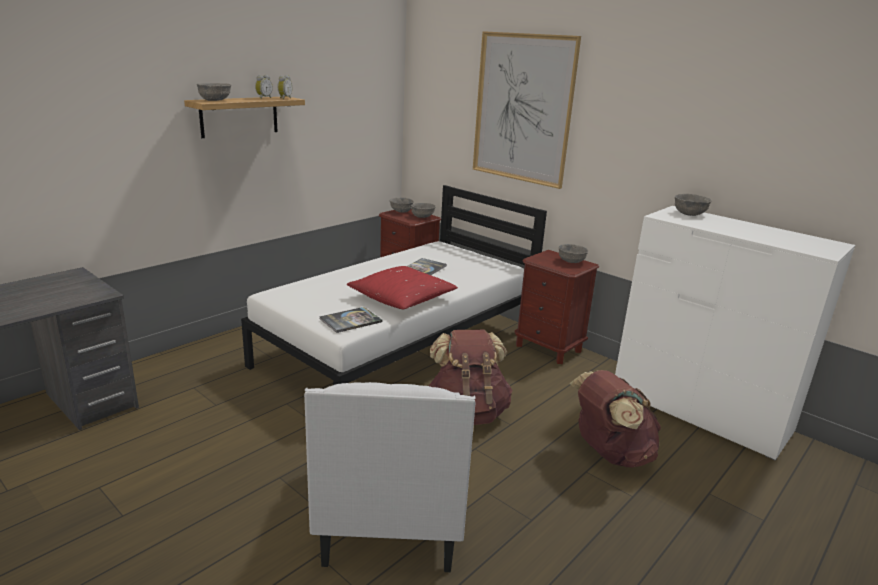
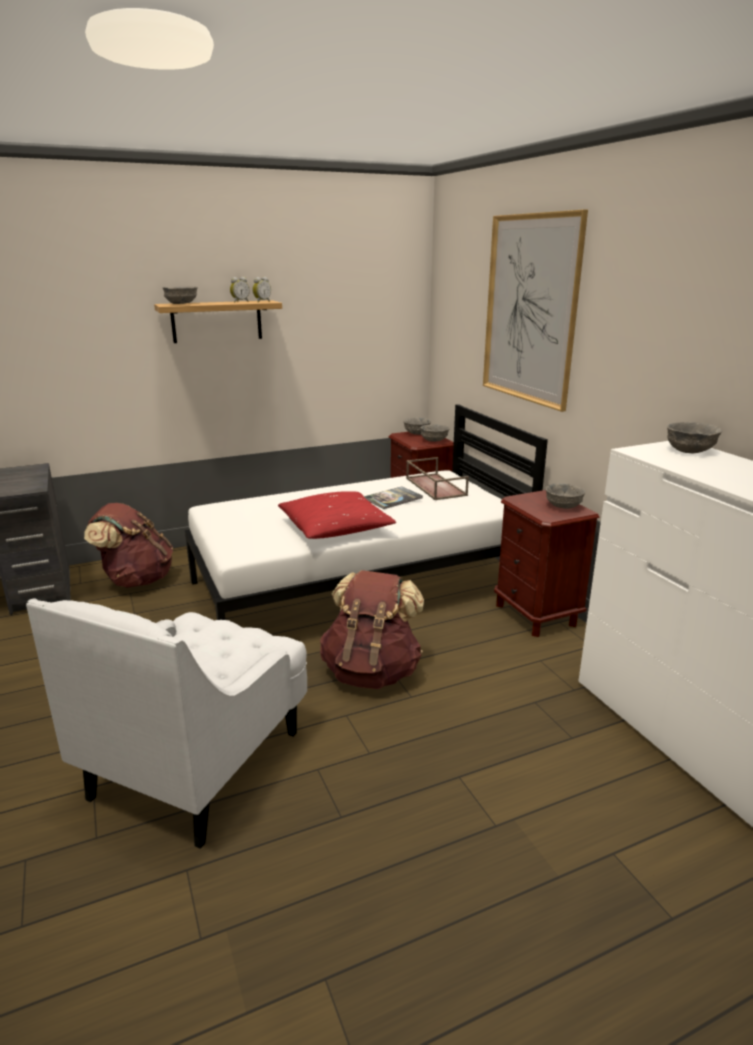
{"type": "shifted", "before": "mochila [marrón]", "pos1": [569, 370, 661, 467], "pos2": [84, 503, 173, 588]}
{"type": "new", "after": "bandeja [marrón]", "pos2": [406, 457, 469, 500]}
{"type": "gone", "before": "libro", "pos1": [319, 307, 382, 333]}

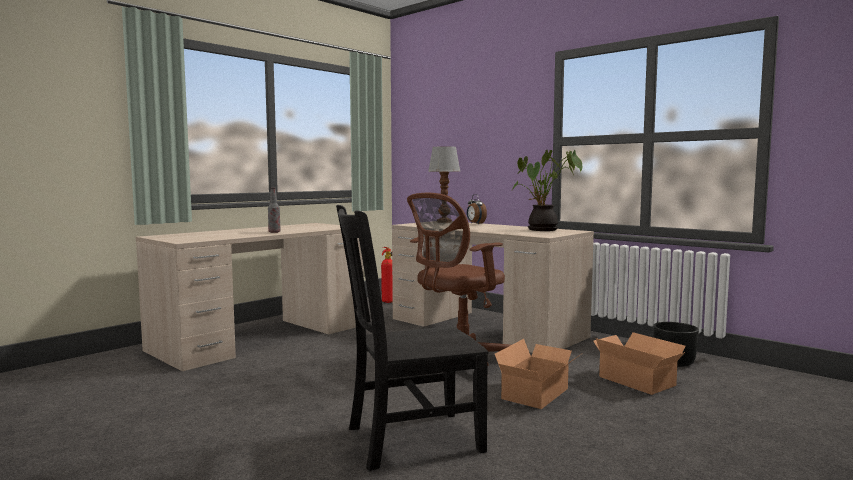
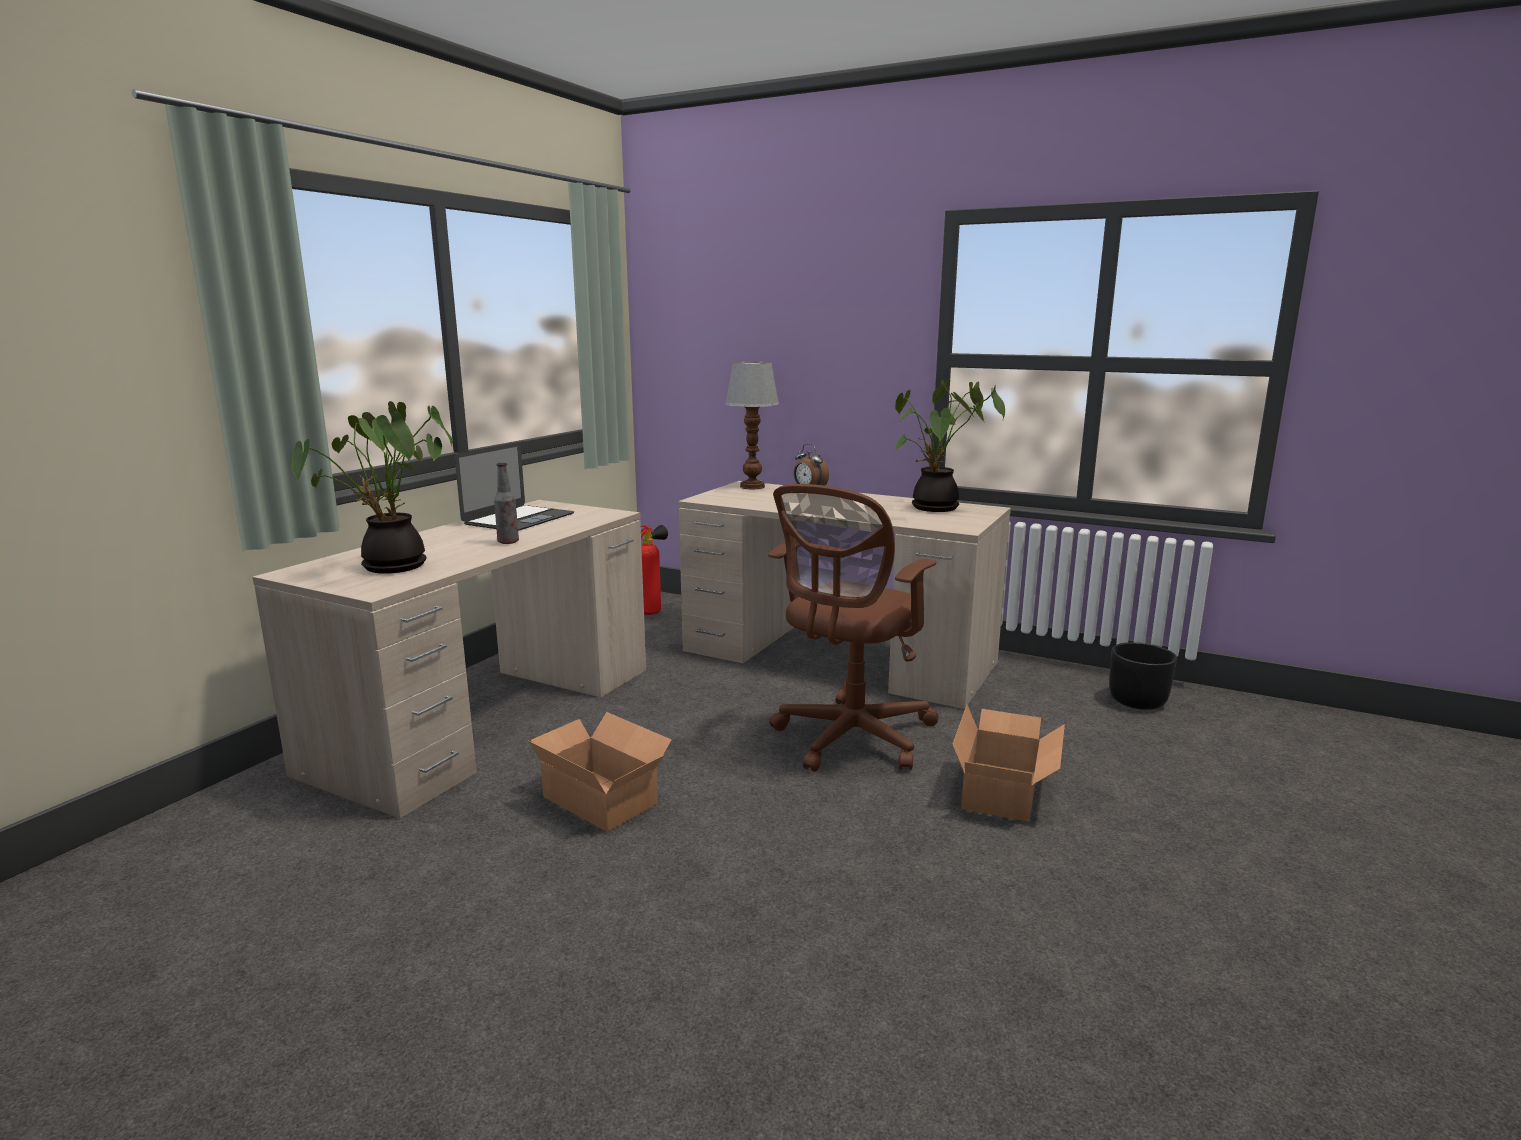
{"type": "new", "after": "planta en maceta", "pos2": [292, 401, 453, 574]}
{"type": "new", "after": "portátil", "pos2": [455, 442, 574, 531]}
{"type": "shifted", "before": "caja de cartón", "pos1": [593, 332, 686, 395], "pos2": [528, 712, 672, 832]}
{"type": "gone", "before": "silla [negro]", "pos1": [336, 205, 489, 471]}

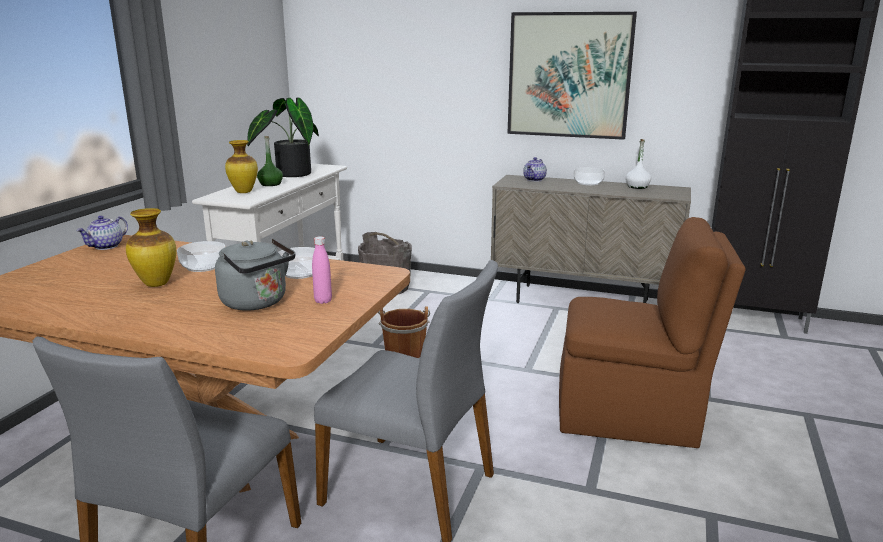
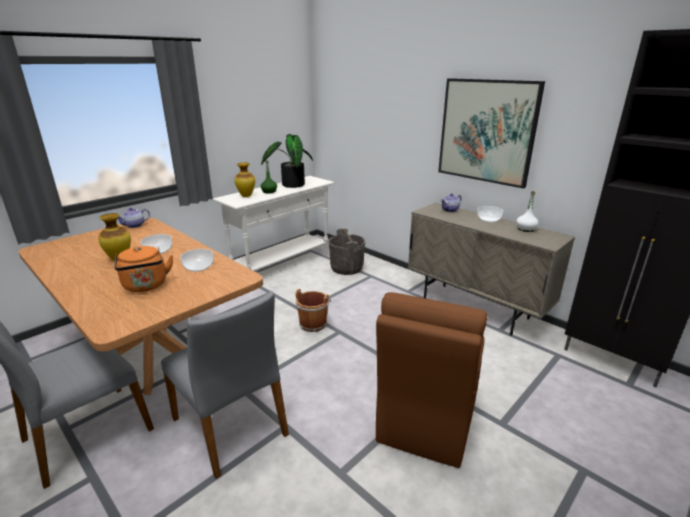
{"type": "repainted", "before": "hervidor [gris]", "after": "hervidor [naranja]", "pos1": [215, 238, 295, 311], "pos2": [114, 246, 173, 292]}
{"type": "rotated", "before": "silla [marrón]", "pos1": [559, 217, 746, 448], "pos2": [376, 292, 487, 468], "turn": 75}
{"type": "gone", "before": "botella [rosa]", "pos1": [312, 236, 332, 304]}

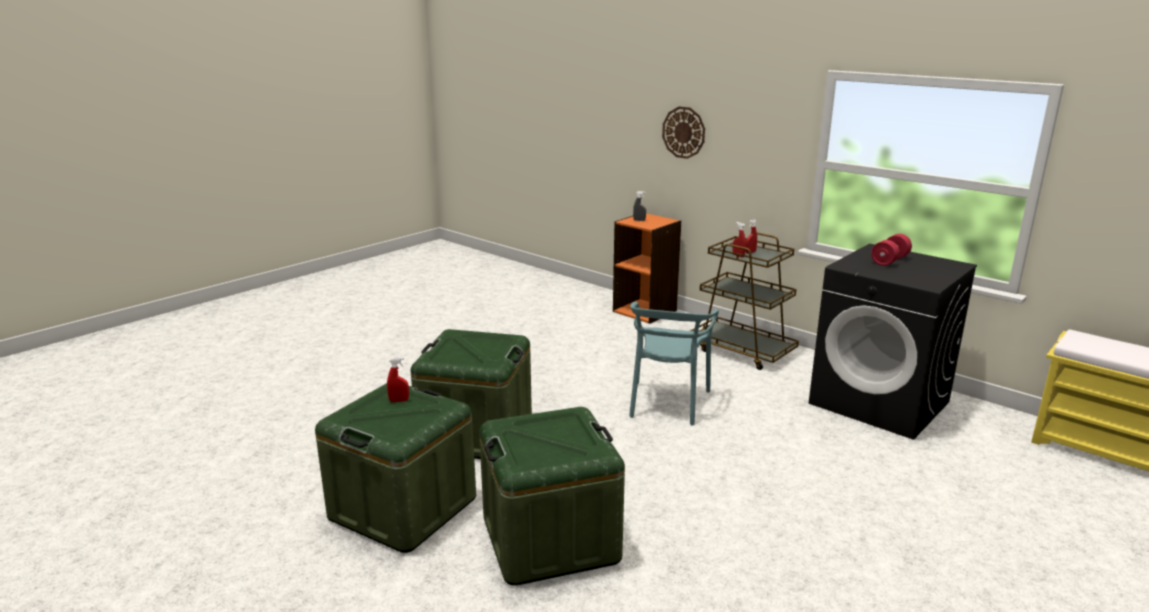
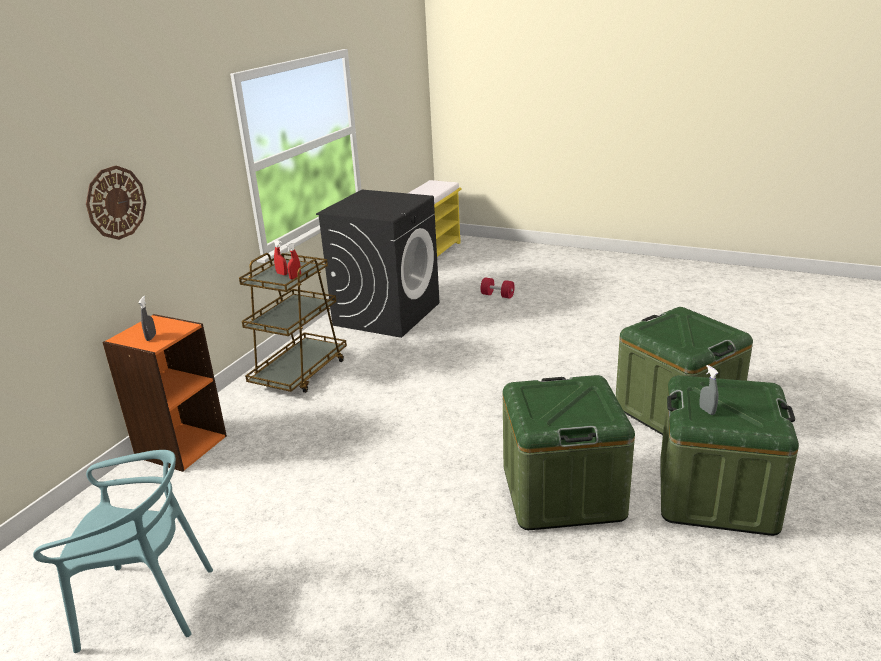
{"type": "shifted", "before": "silla [turquesa]", "pos1": [629, 302, 719, 425], "pos2": [33, 450, 213, 653]}
{"type": "shifted", "before": "mancuerna [rojo]", "pos1": [871, 234, 912, 266], "pos2": [480, 277, 515, 299]}
{"type": "repainted", "before": "pulverizador [rojo]", "after": "pulverizador [gris]", "pos1": [387, 357, 409, 402], "pos2": [699, 365, 718, 415]}

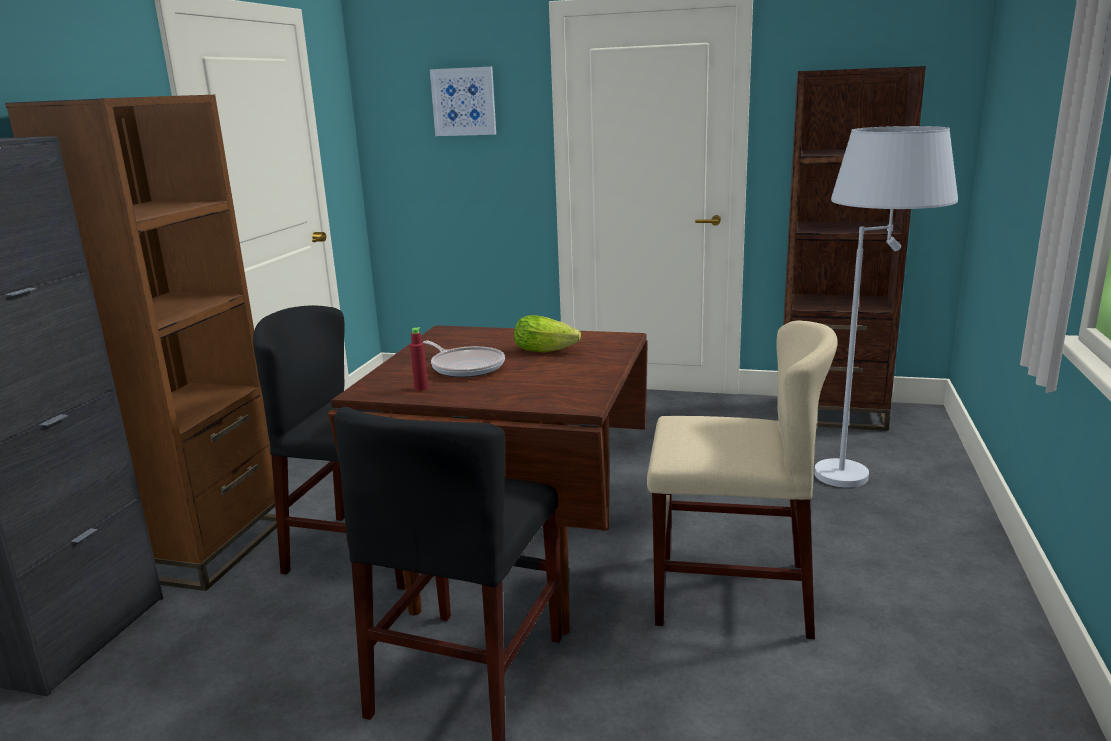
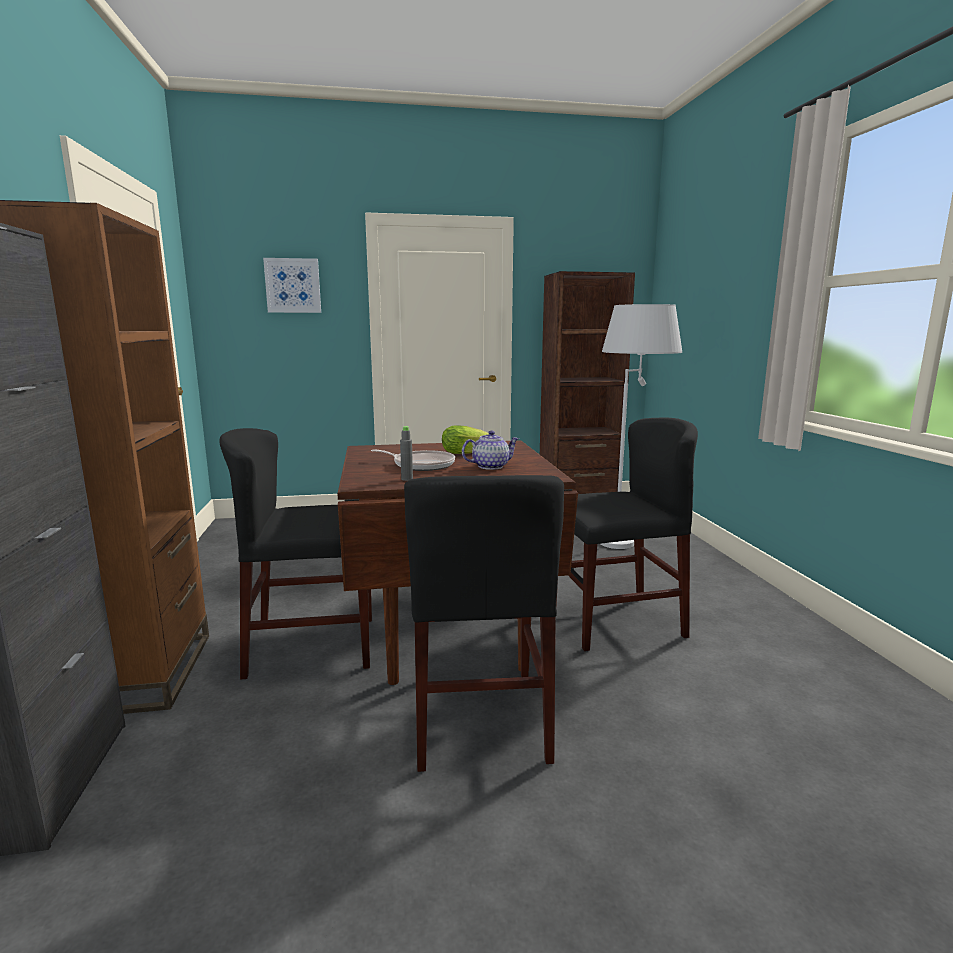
{"type": "repainted", "before": "botella [rojo]", "after": "botella [gris]", "pos1": [410, 327, 428, 391], "pos2": [400, 426, 413, 481]}
{"type": "new", "after": "tetera", "pos2": [462, 431, 519, 470]}
{"type": "repainted", "before": "silla [beis]", "after": "silla [negro]", "pos1": [647, 320, 838, 639], "pos2": [556, 417, 698, 651]}

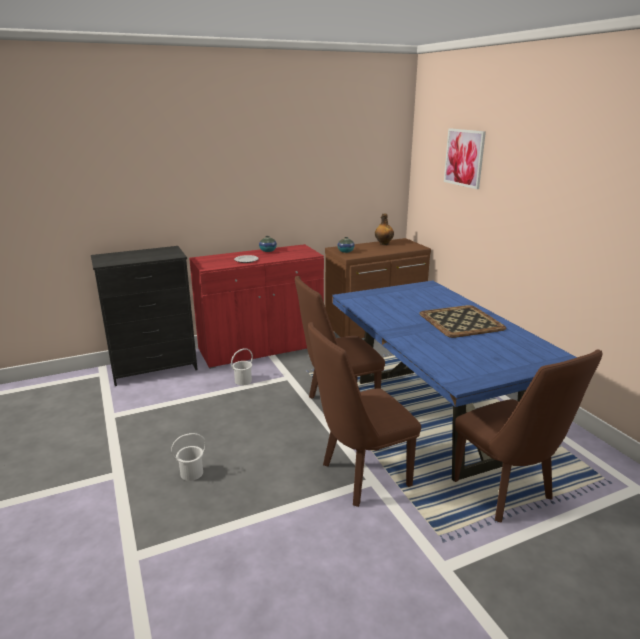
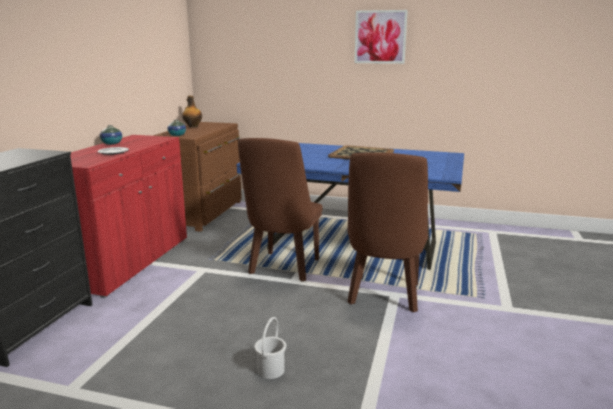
{"type": "shifted", "before": "cuadro", "pos1": [444, 128, 486, 189], "pos2": [354, 10, 408, 64]}
{"type": "gone", "before": "cubo [blanco]", "pos1": [231, 348, 253, 386]}
{"type": "gone", "before": "silla [marrón]", "pos1": [454, 350, 602, 523]}

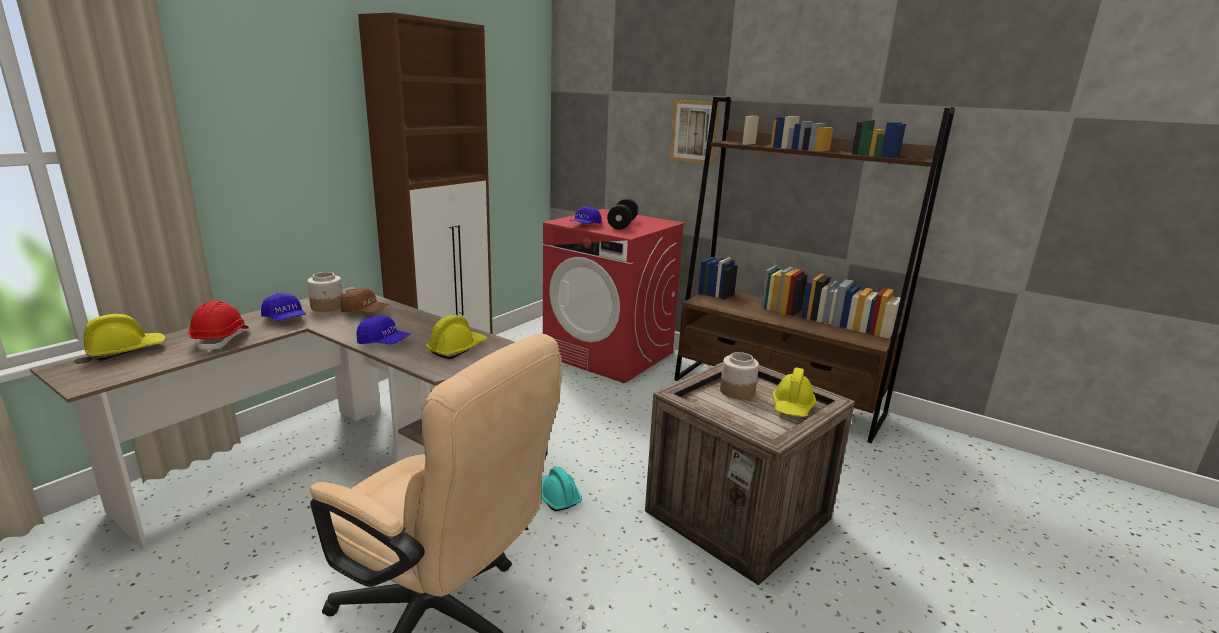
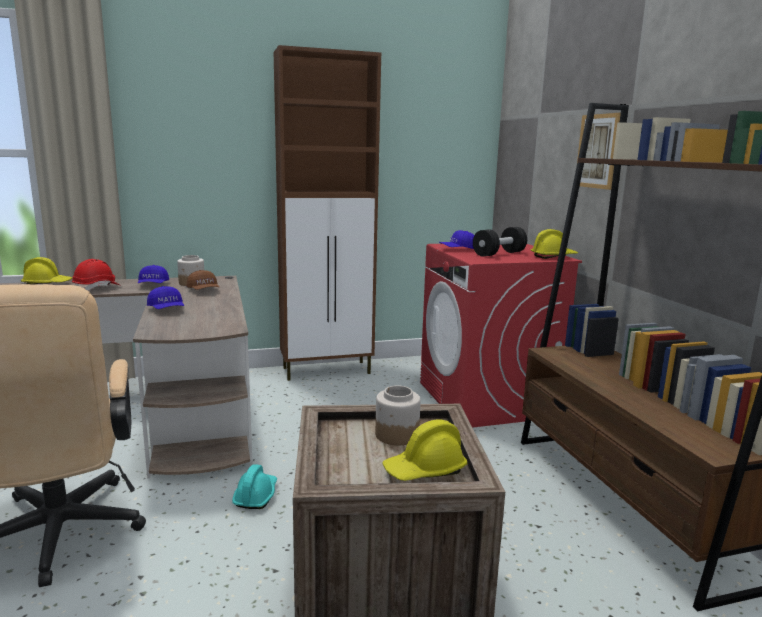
{"type": "shifted", "before": "casco [amarillo]", "pos1": [426, 315, 487, 359], "pos2": [531, 229, 578, 259]}

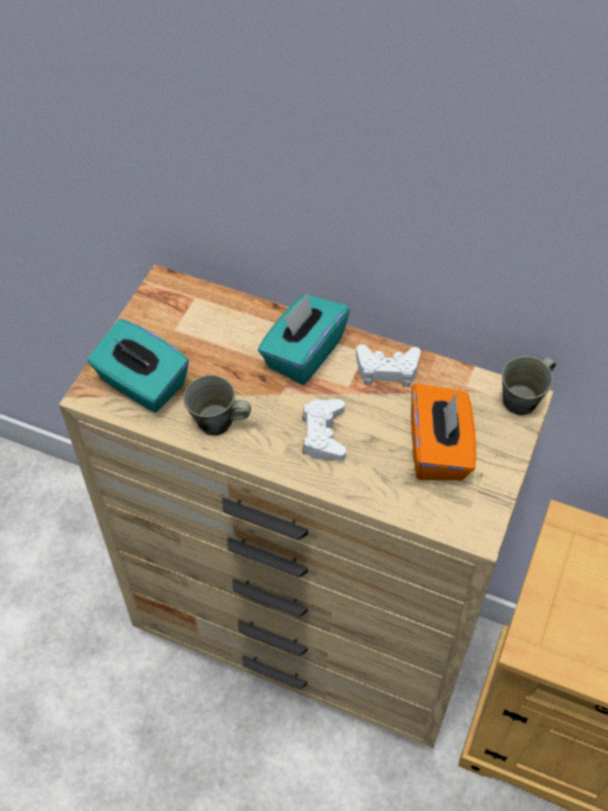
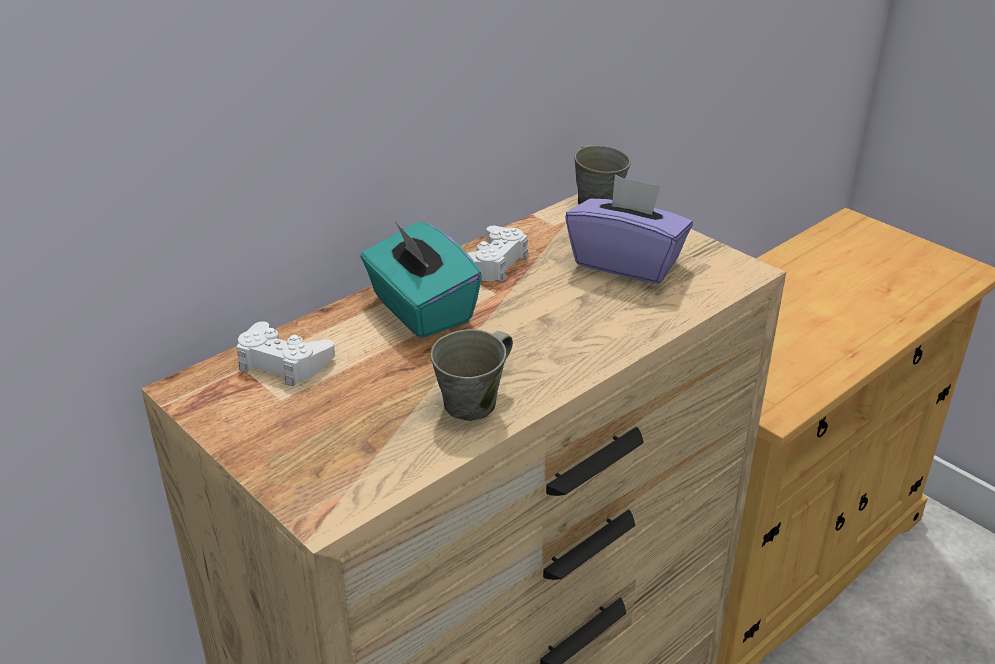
{"type": "shifted", "before": "mando de consola [blanco]", "pos1": [303, 399, 346, 461], "pos2": [236, 321, 335, 386]}
{"type": "repainted", "before": "caja de pañuelos [naranja]", "after": "caja de pañuelos [morado]", "pos1": [411, 383, 476, 480], "pos2": [565, 175, 693, 284]}
{"type": "gone", "before": "caja de pañuelos [turquesa]", "pos1": [87, 319, 189, 413]}

